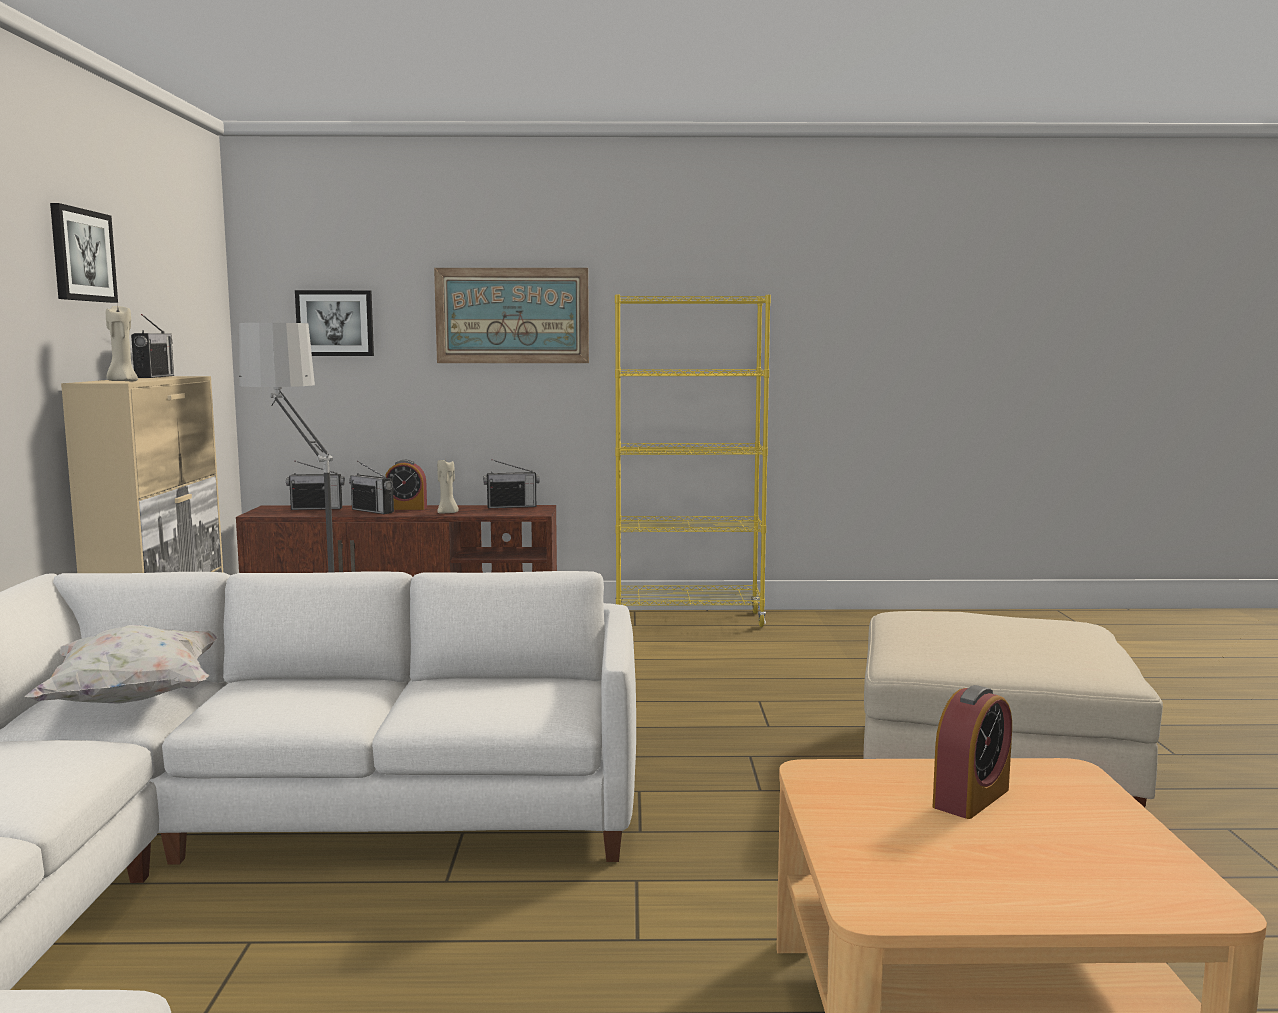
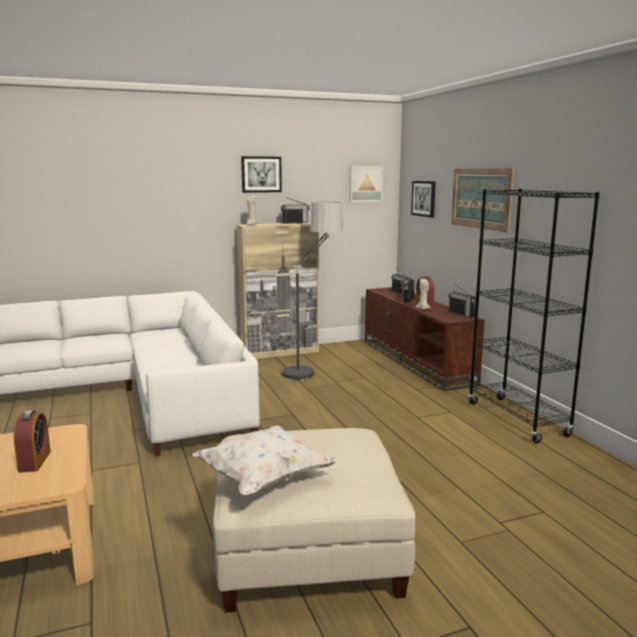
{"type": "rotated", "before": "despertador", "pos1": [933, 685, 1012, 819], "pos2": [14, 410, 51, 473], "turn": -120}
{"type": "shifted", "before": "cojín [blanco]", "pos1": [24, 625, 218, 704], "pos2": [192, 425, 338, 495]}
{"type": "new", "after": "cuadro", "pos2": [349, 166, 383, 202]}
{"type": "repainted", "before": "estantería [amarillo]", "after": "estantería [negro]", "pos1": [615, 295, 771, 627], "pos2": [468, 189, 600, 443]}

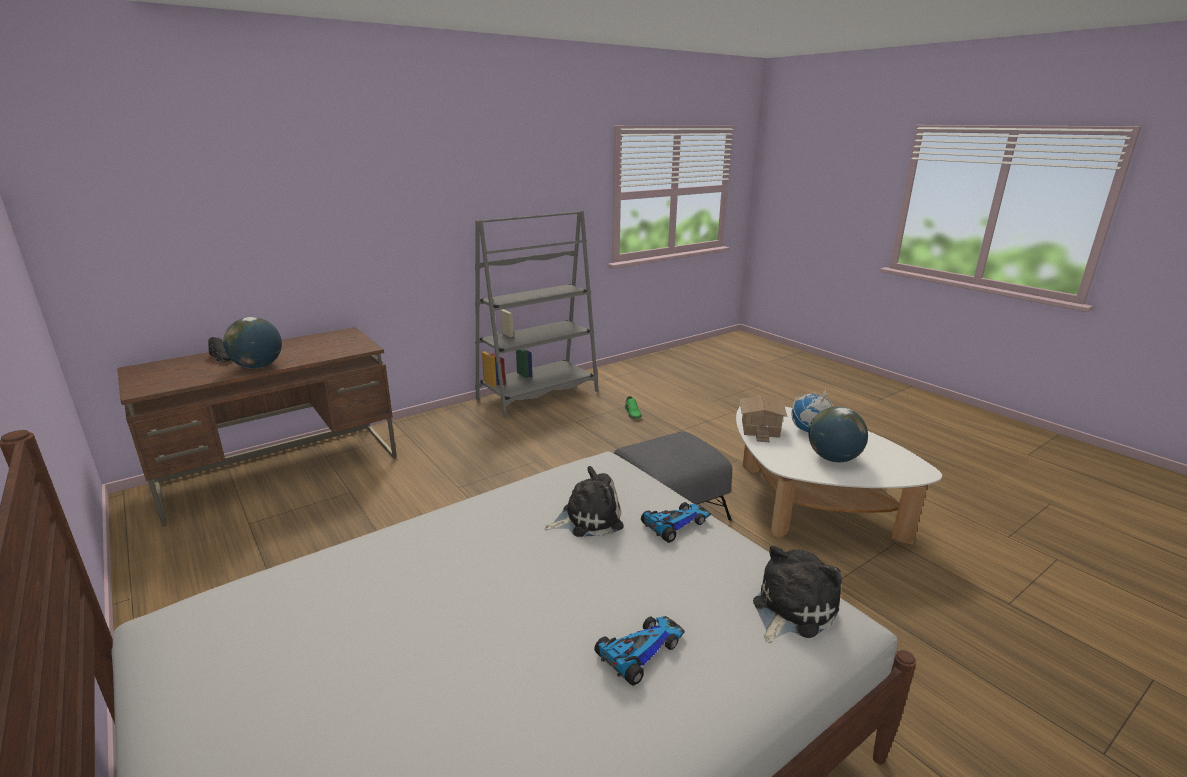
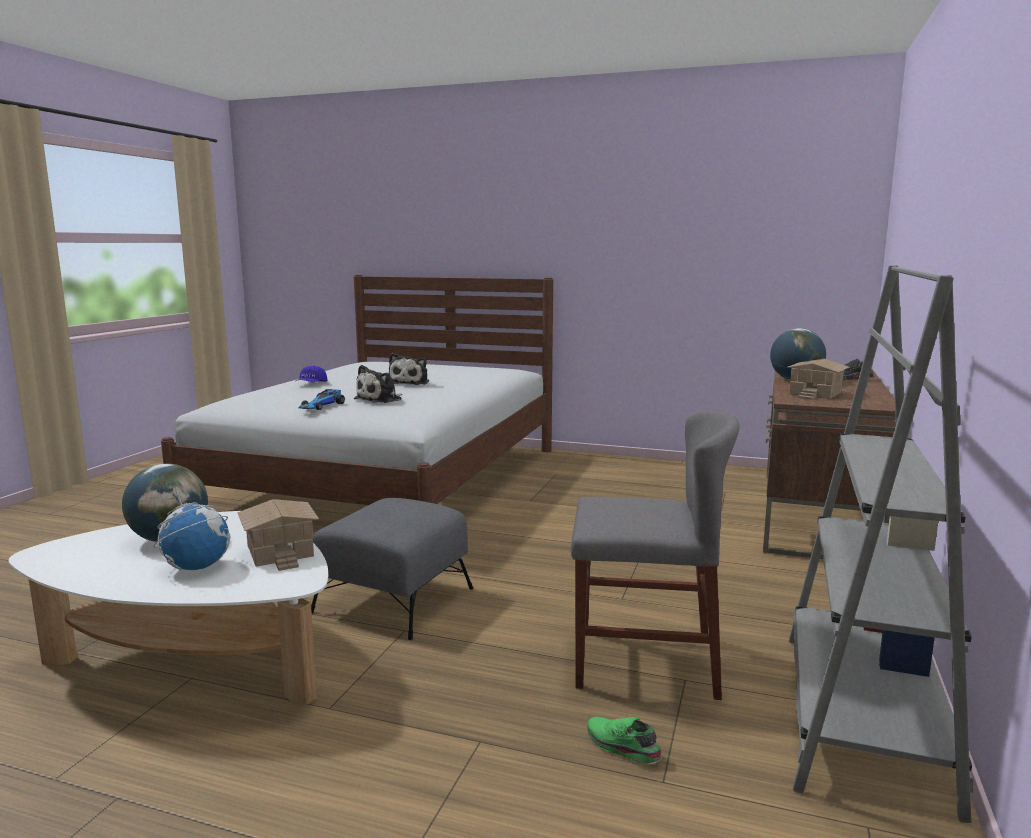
{"type": "swapped", "before": "coche de juguete", "after": "gorra [azul]", "pos1": [594, 616, 685, 686], "pos2": [296, 365, 327, 382]}
{"type": "shifted", "before": "peluche", "pos1": [753, 546, 842, 643], "pos2": [389, 353, 429, 385]}
{"type": "new", "after": "silla [gris]", "pos2": [571, 411, 739, 700]}
{"type": "new", "after": "casita", "pos2": [787, 359, 850, 400]}

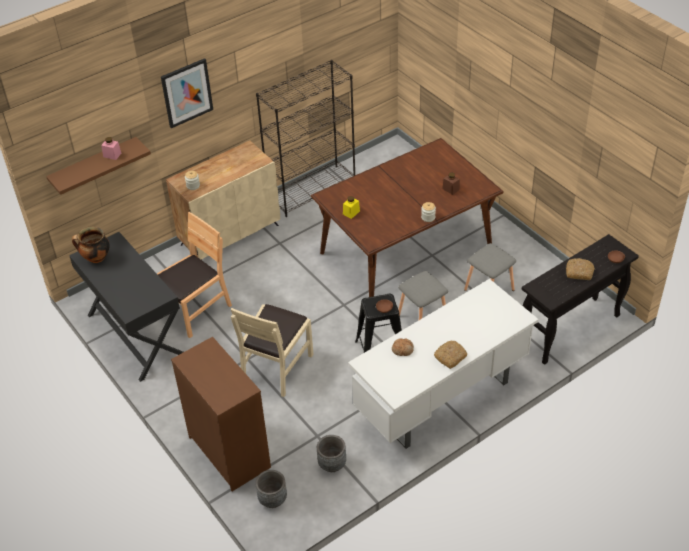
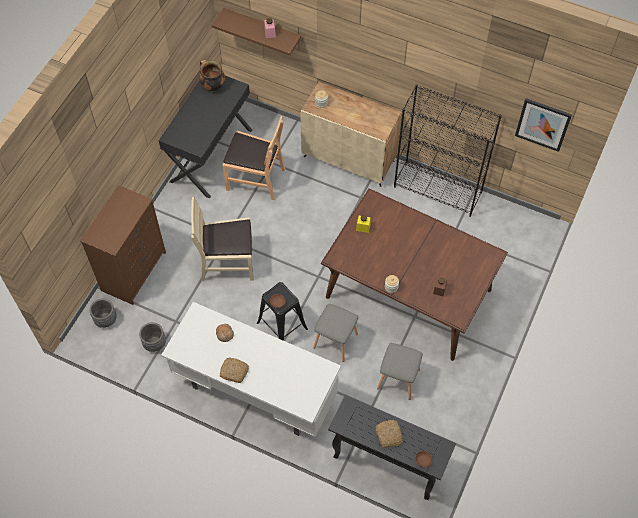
{"type": "shifted", "before": "cuadro", "pos1": [161, 58, 213, 128], "pos2": [515, 98, 572, 152]}

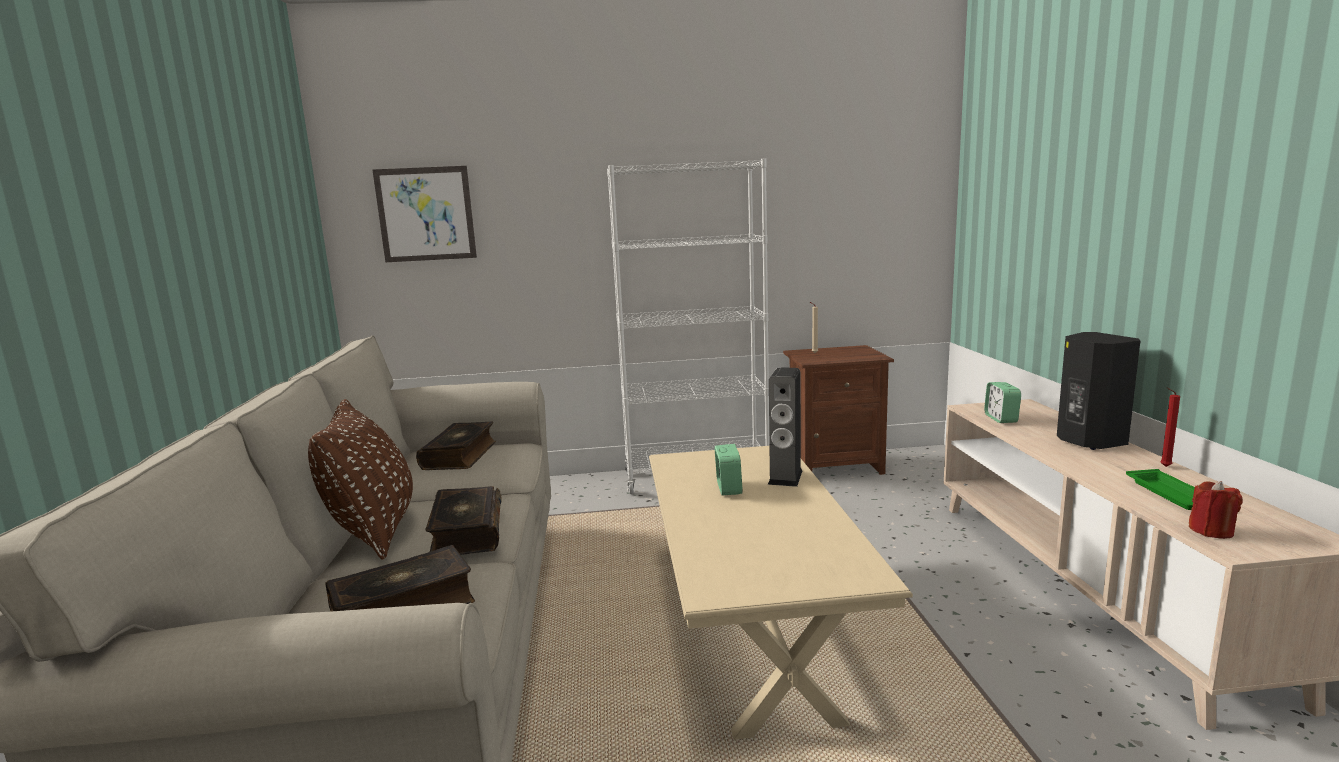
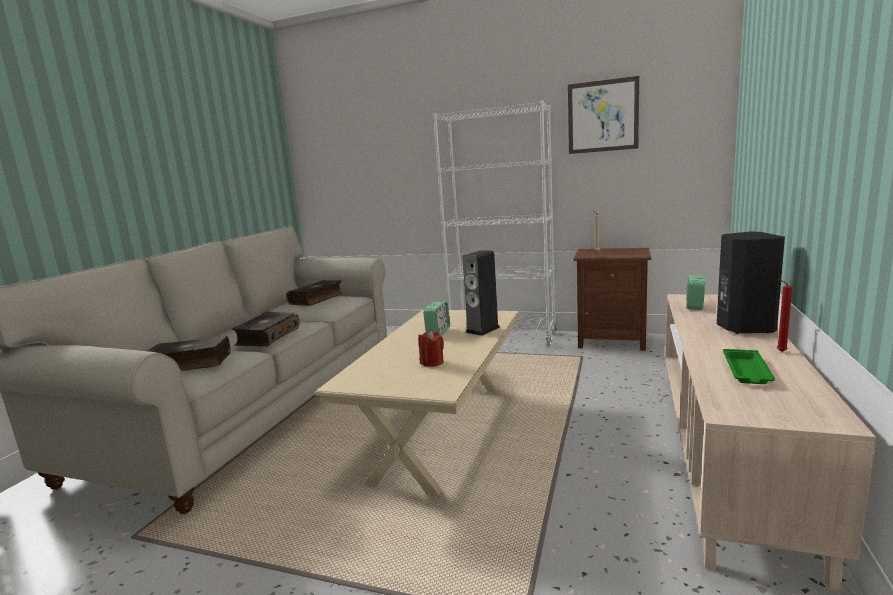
{"type": "shifted", "before": "vela [rojo]", "pos1": [1189, 481, 1243, 539], "pos2": [418, 330, 444, 367]}
{"type": "shifted", "before": "cuadro", "pos1": [373, 166, 477, 262], "pos2": [568, 76, 639, 154]}
{"type": "gone", "before": "cojín [marrón]", "pos1": [308, 399, 413, 560]}

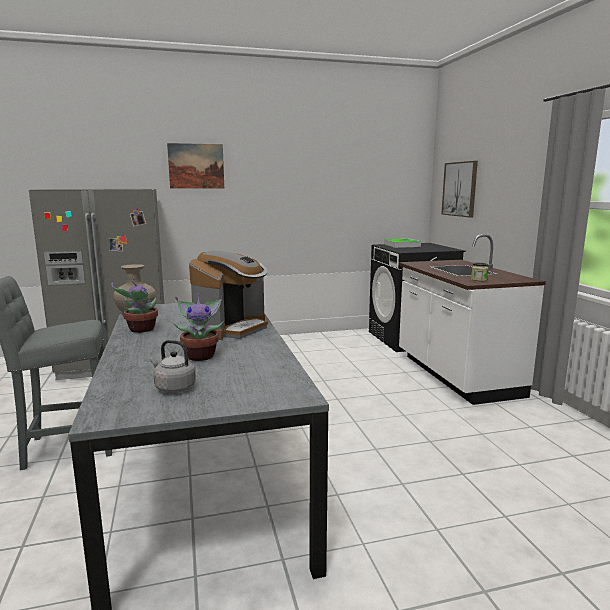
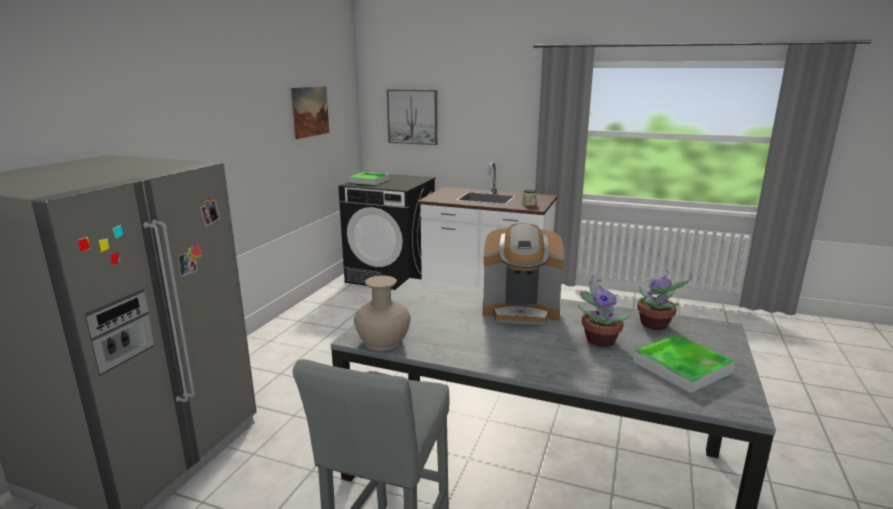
{"type": "shifted", "before": "cuadro", "pos1": [167, 143, 224, 188], "pos2": [291, 86, 329, 139]}
{"type": "rotated", "before": "cafetera", "pos1": [189, 250, 268, 340], "pos2": [483, 224, 564, 325], "turn": 120}
{"type": "swapped", "before": "hervidor [gris]", "after": "bandeja", "pos1": [150, 340, 196, 393], "pos2": [633, 335, 735, 393]}
{"type": "shifted", "before": "planta en maceta", "pos1": [111, 278, 158, 333], "pos2": [637, 270, 692, 330]}

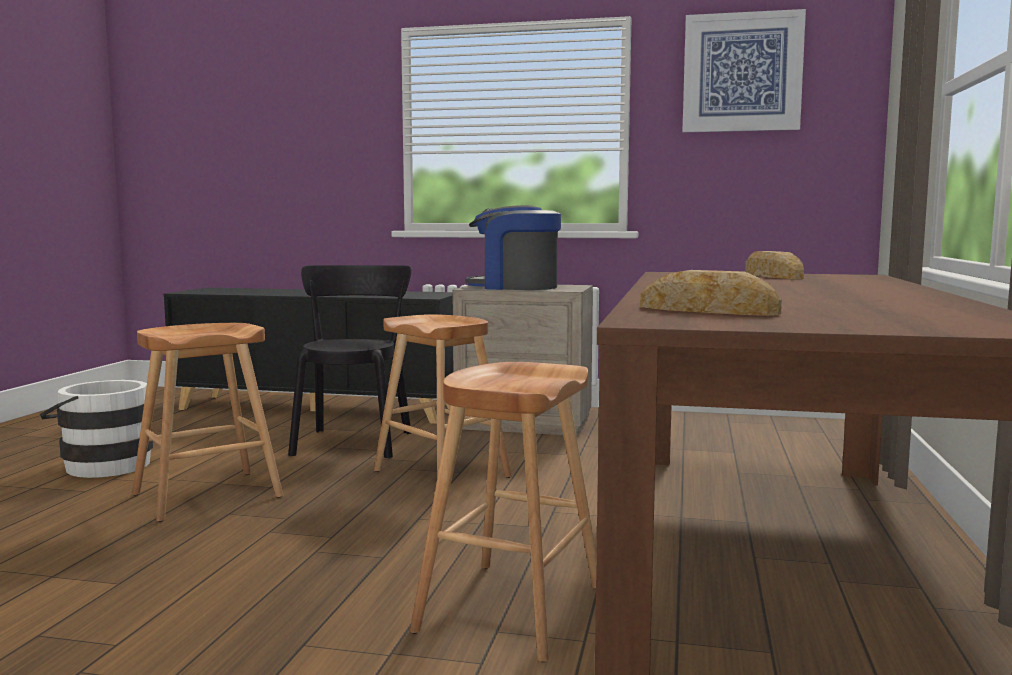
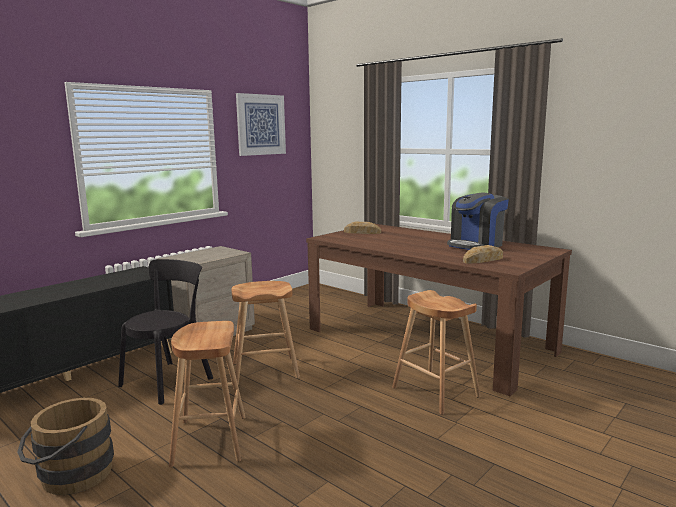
{"type": "repainted", "before": "cubo [blanco]", "after": "cubo [marrón]", "pos1": [40, 380, 153, 478], "pos2": [18, 398, 114, 495]}
{"type": "rotated", "before": "silla [negro]", "pos1": [288, 265, 411, 459], "pos2": [118, 259, 213, 405], "turn": 90}
{"type": "shifted", "before": "cafetera", "pos1": [465, 205, 561, 290], "pos2": [447, 192, 509, 250]}

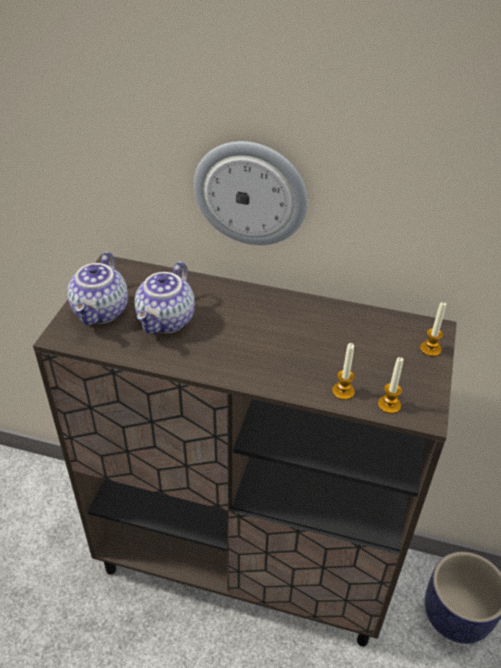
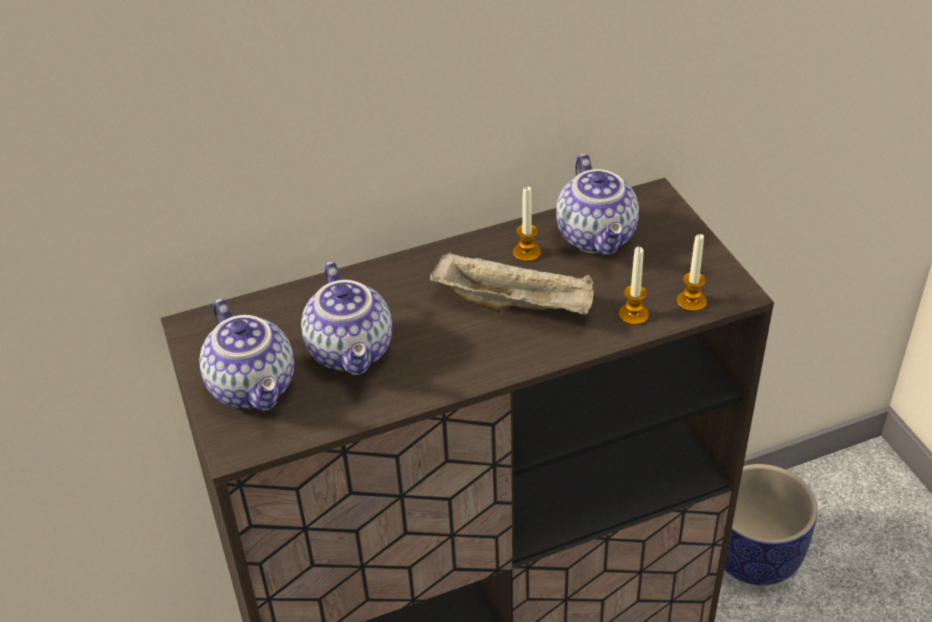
{"type": "new", "after": "bandeja [beis]", "pos2": [430, 251, 594, 315]}
{"type": "shifted", "before": "vela", "pos1": [420, 302, 446, 357], "pos2": [513, 187, 541, 262]}
{"type": "new", "after": "tetera", "pos2": [556, 154, 639, 256]}
{"type": "gone", "before": "reloj de pared", "pos1": [194, 141, 308, 245]}

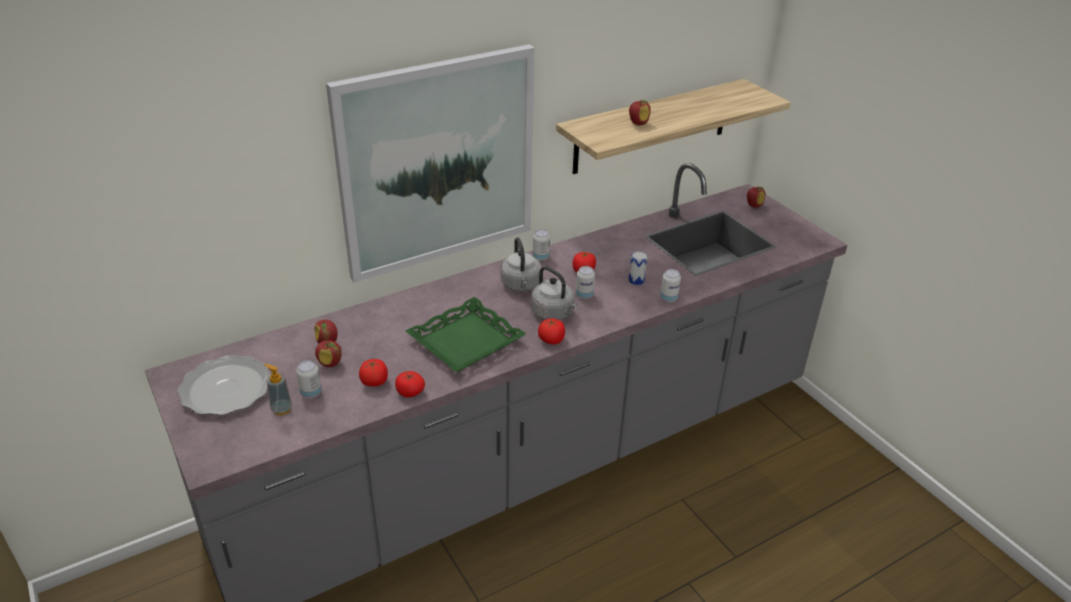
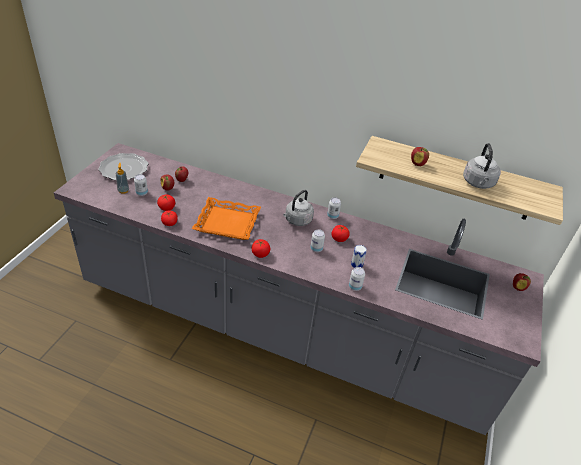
{"type": "repainted", "before": "bandeja [verde]", "after": "bandeja [naranja]", "pos1": [406, 297, 526, 372], "pos2": [192, 197, 261, 240]}
{"type": "shifted", "before": "hervidor [gris]", "pos1": [531, 266, 578, 320], "pos2": [463, 143, 501, 189]}
{"type": "gone", "before": "cuadro", "pos1": [326, 44, 535, 283]}

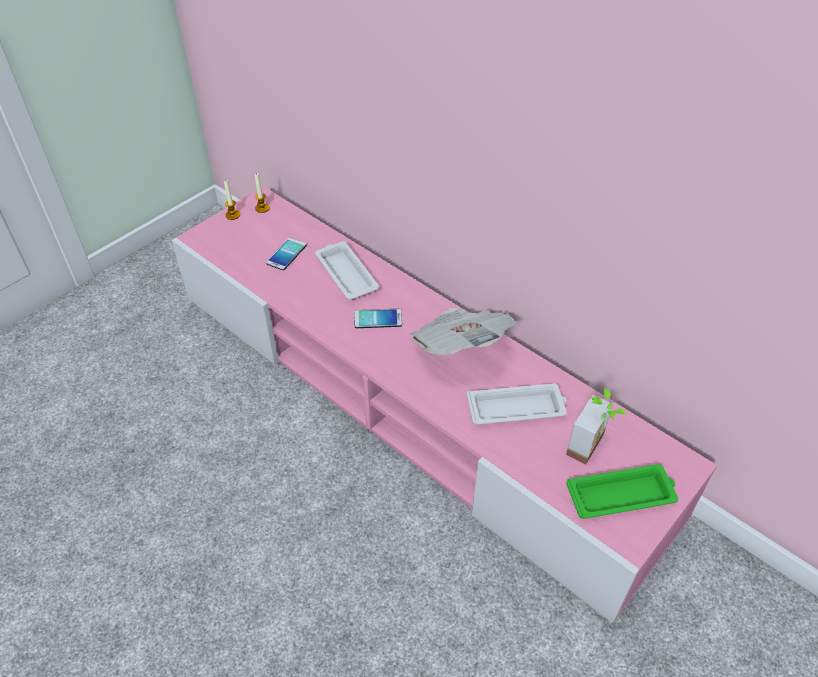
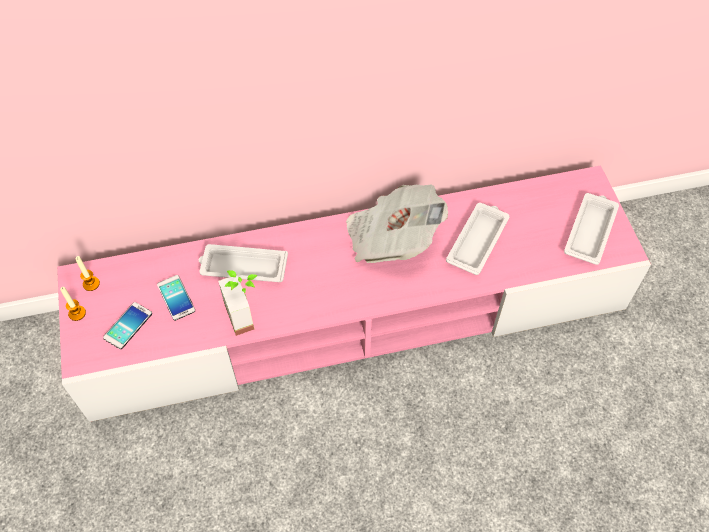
{"type": "shifted", "before": "móvil", "pos1": [354, 309, 402, 328], "pos2": [103, 302, 152, 349]}
{"type": "shifted", "before": "planta en maceta", "pos1": [566, 388, 627, 465], "pos2": [218, 270, 258, 336]}
{"type": "repainted", "before": "bandeja [verde]", "after": "bandeja [blanco]", "pos1": [566, 464, 678, 519], "pos2": [564, 193, 619, 265]}

